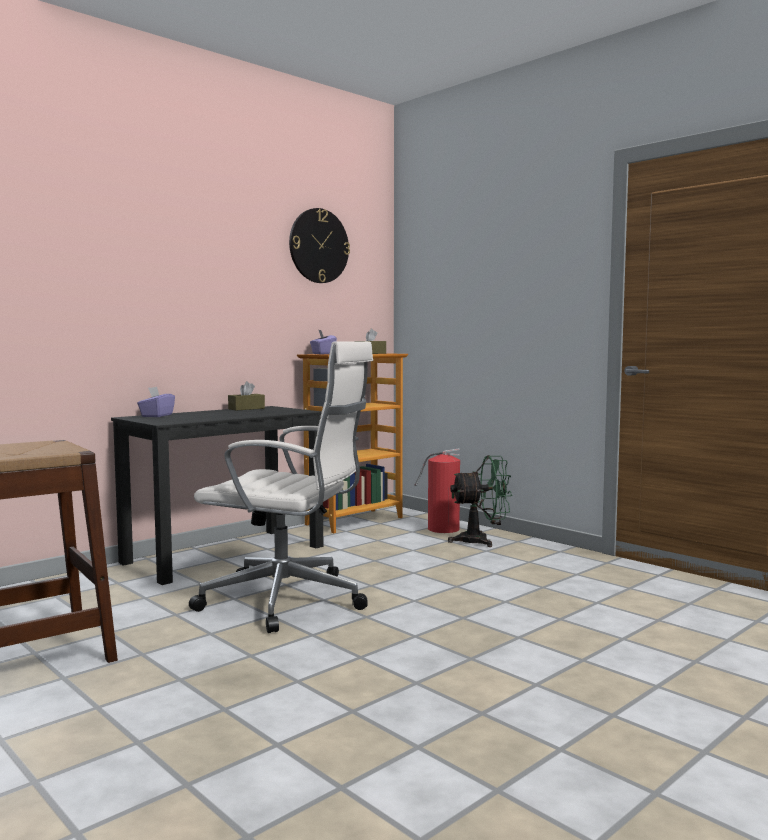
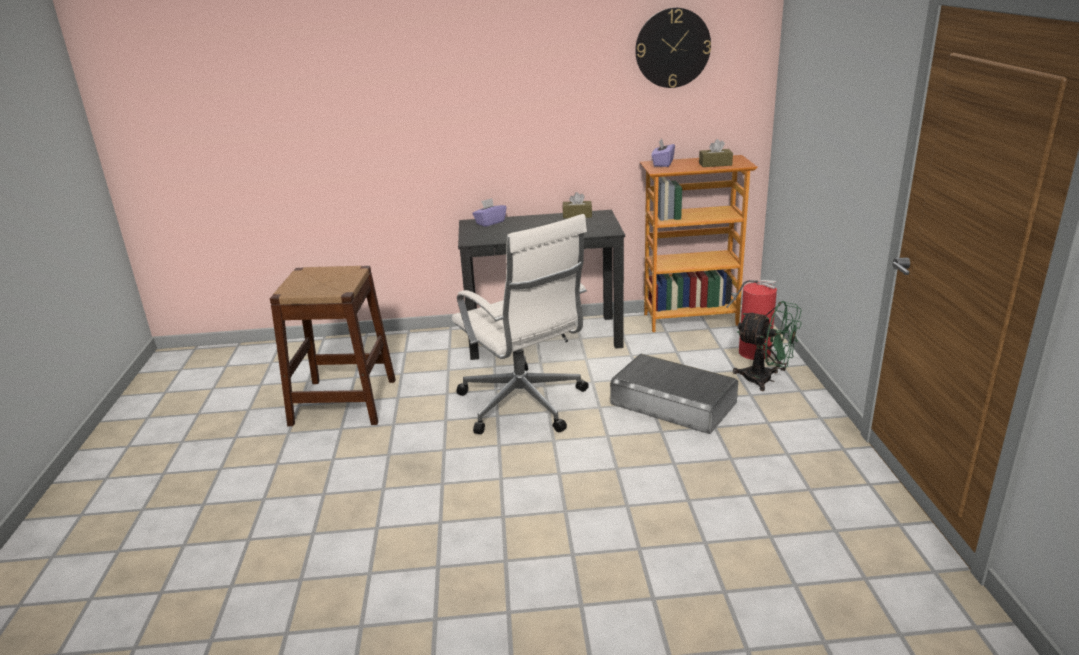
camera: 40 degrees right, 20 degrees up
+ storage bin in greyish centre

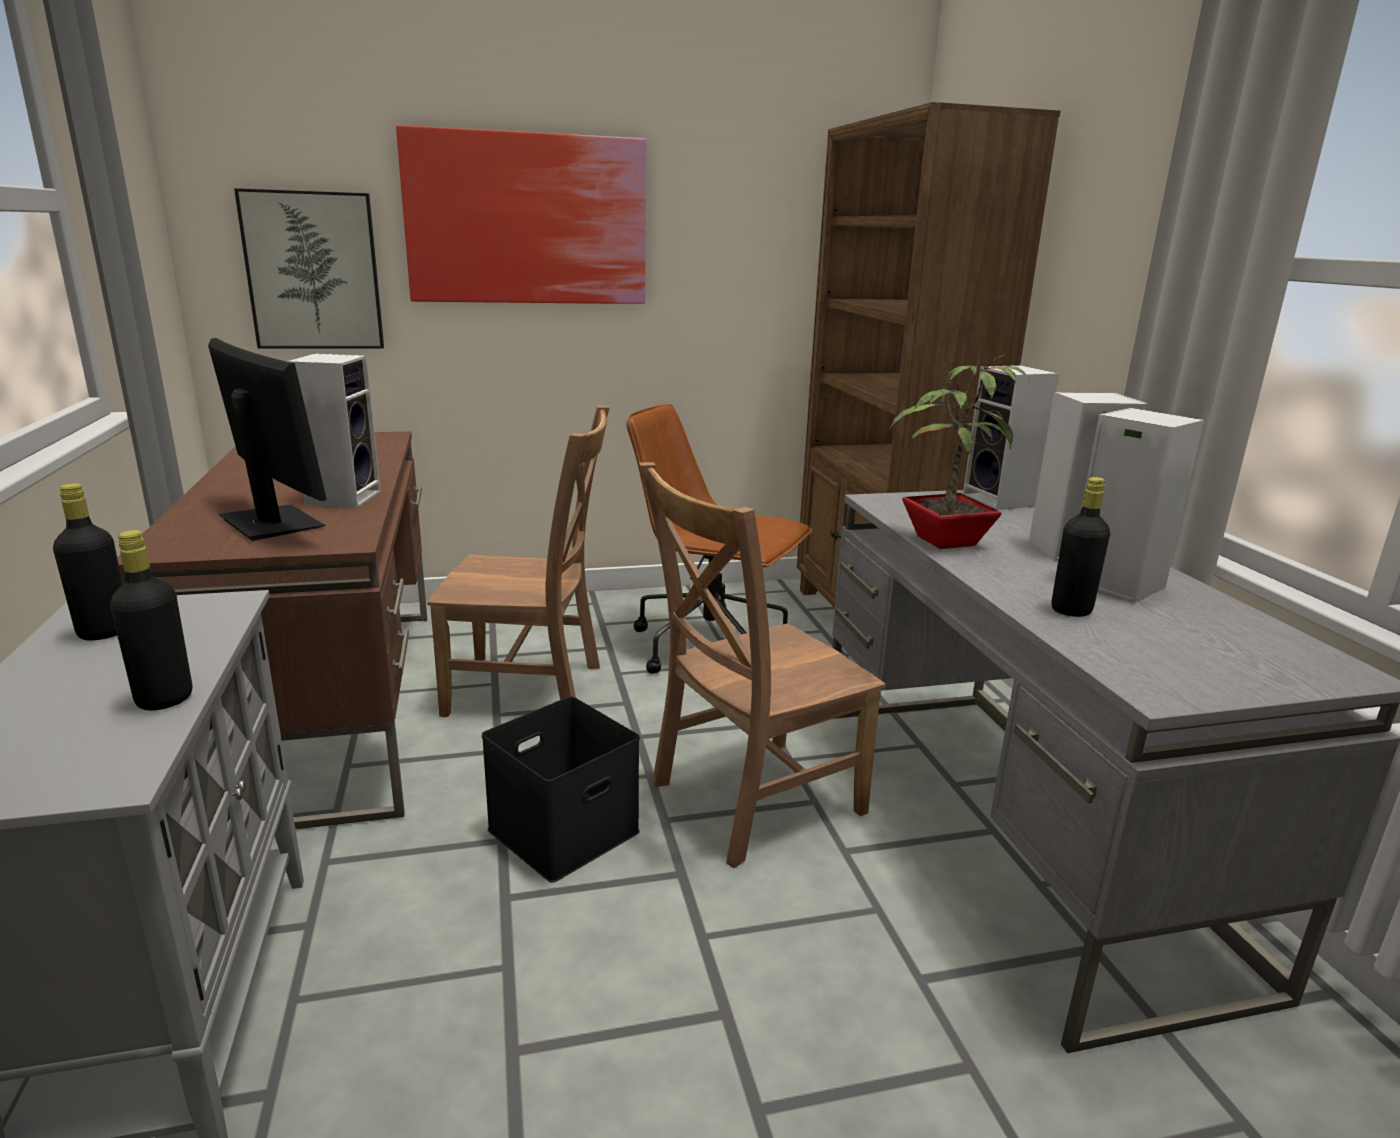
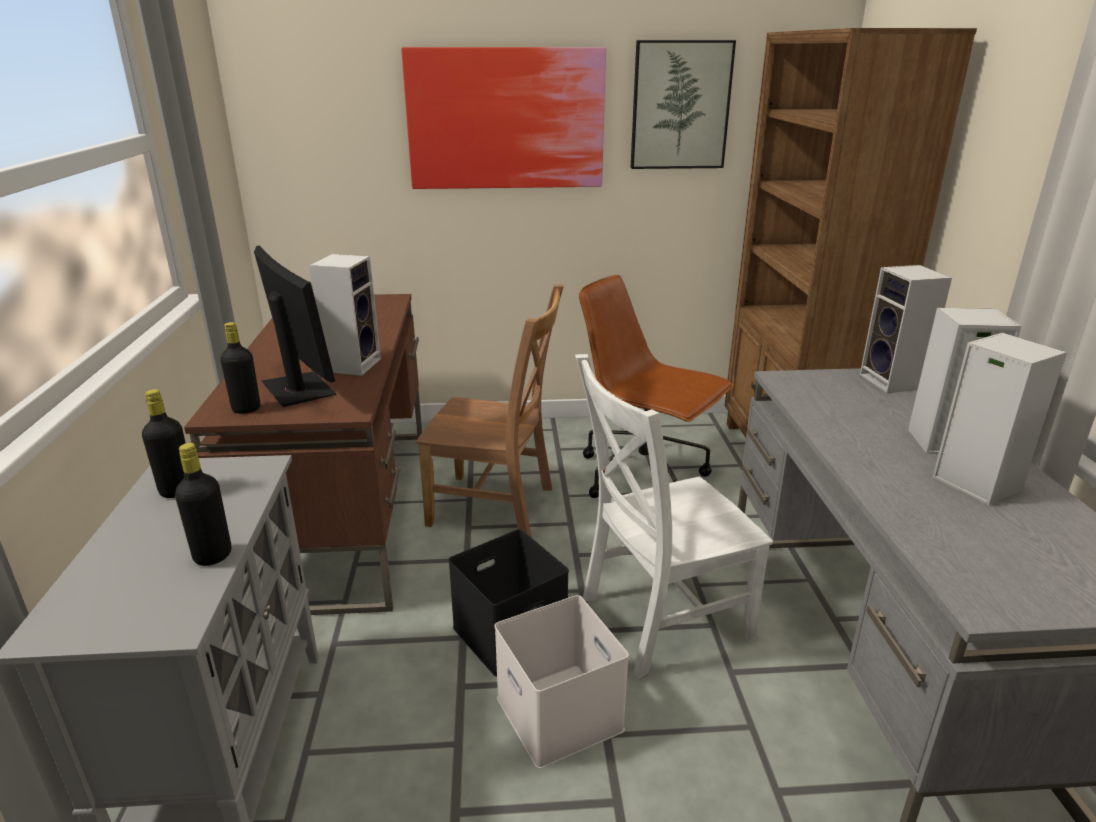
camera: 10 degrees right, 5 degrees up
~ wall picture (1st from left in the first image) top left to wall picture (2nd from left) top centre
- plant in a pot middle right
~ upright chair in brownish (2nd from left) centre to upright chair in whitish centre
~ bottle in black (3rd from left) middle right to middle left
+ storage bin in whitish bottom centre

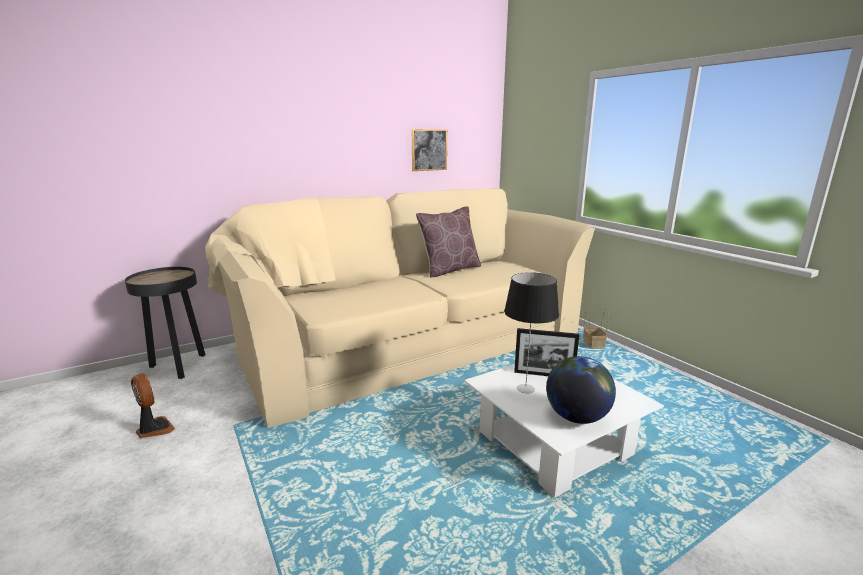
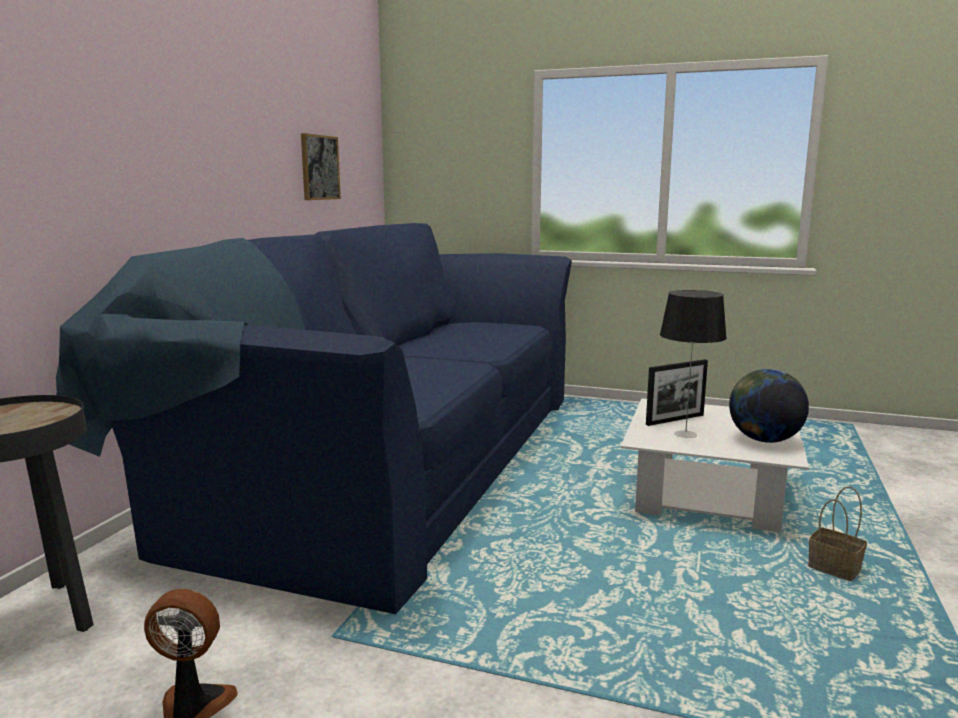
camera: 40 degrees left, 5 degrees down
~ sofa in beige-coloured centre to sofa in blue middle left
- throw pillow in brownish centre
~ storage basket middle right to bottom right

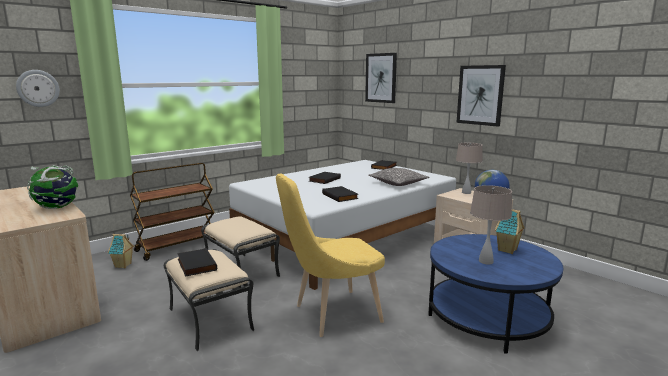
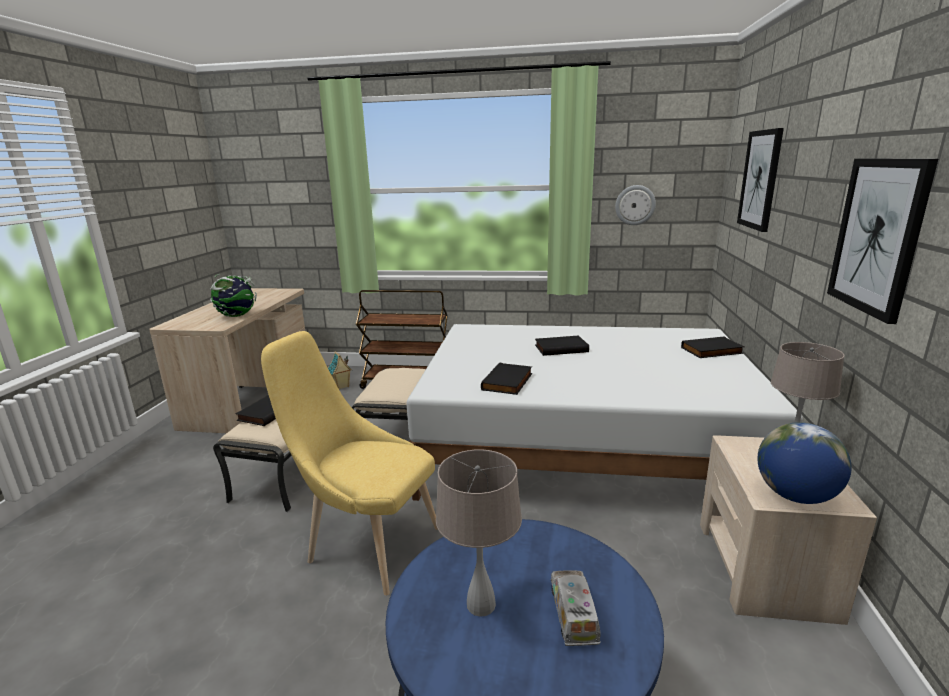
camera: 50 degrees right, 5 degrees up
~ wall clock top left to top right
- throw pillow centre
~ toy house (2nd from left) middle right to model truck bottom centre

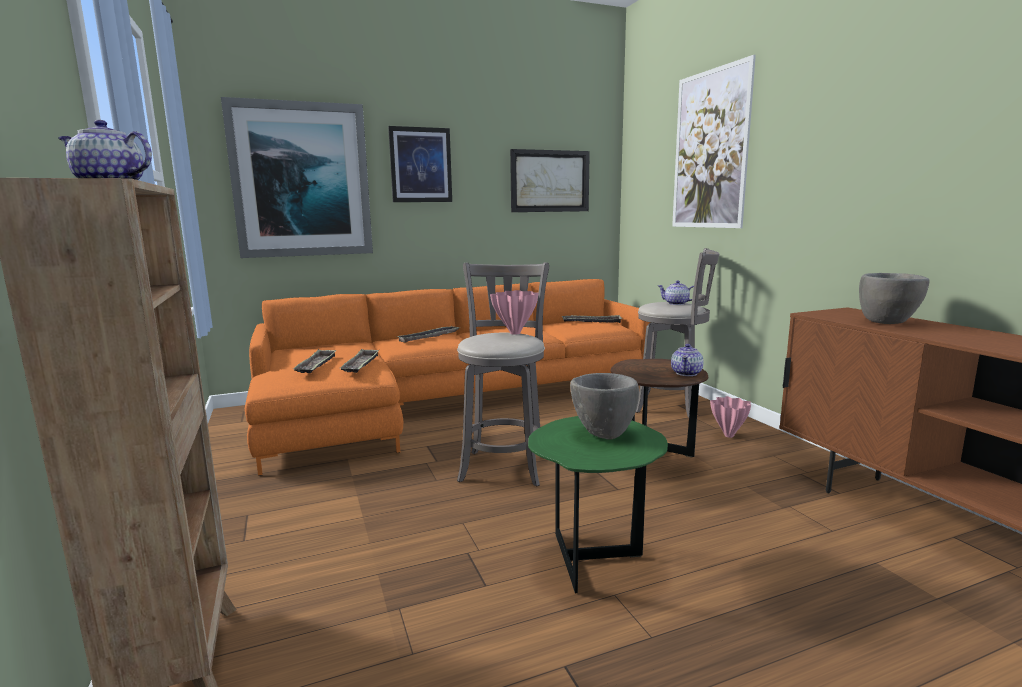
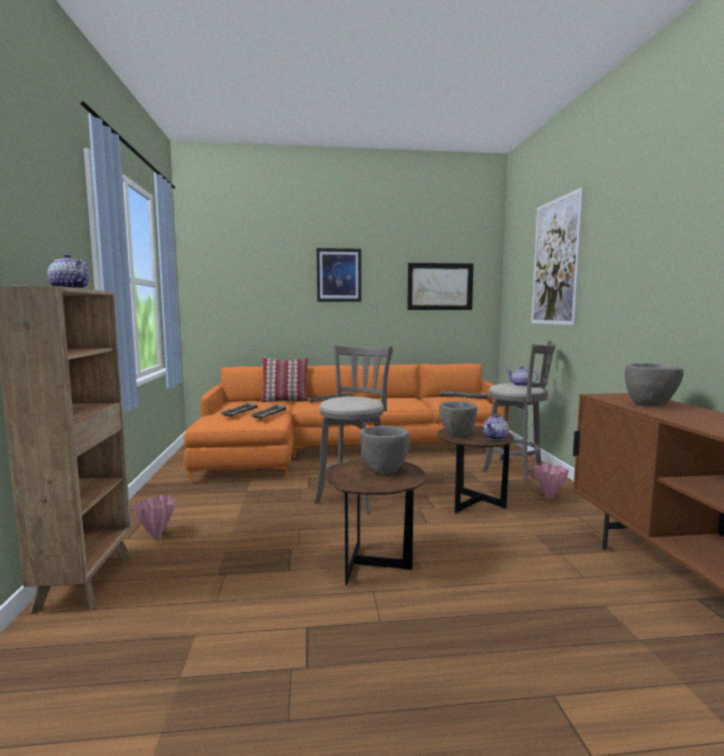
camera: 15 degrees right, 5 degrees down
- wall picture (1st from left) top left
~ decorative vase in pink-coloured (1st from left) centre to bottom left
~ accent table in green-coloured bottom centre to accent table in brownish (1st from left) bottom centre
+ throw pillow centre
+ bowl in greyish (2nd from left) centre

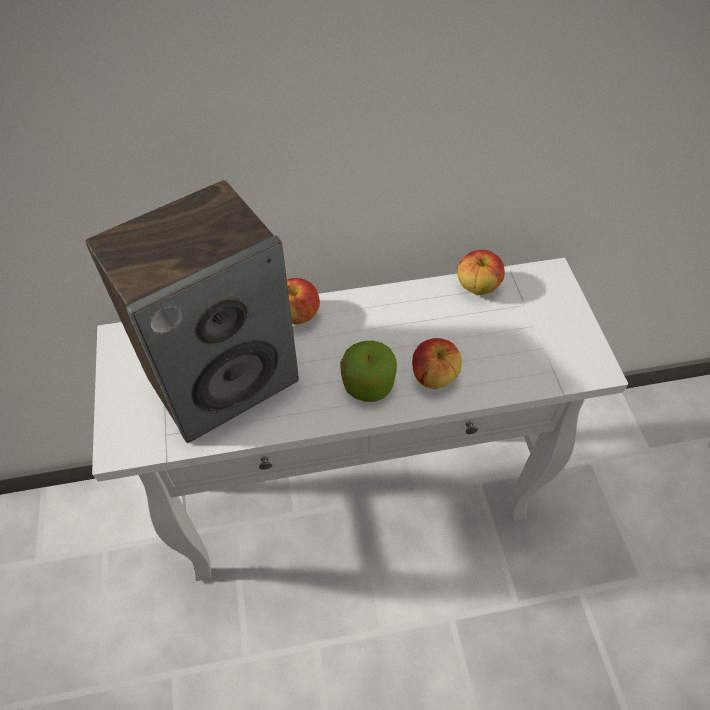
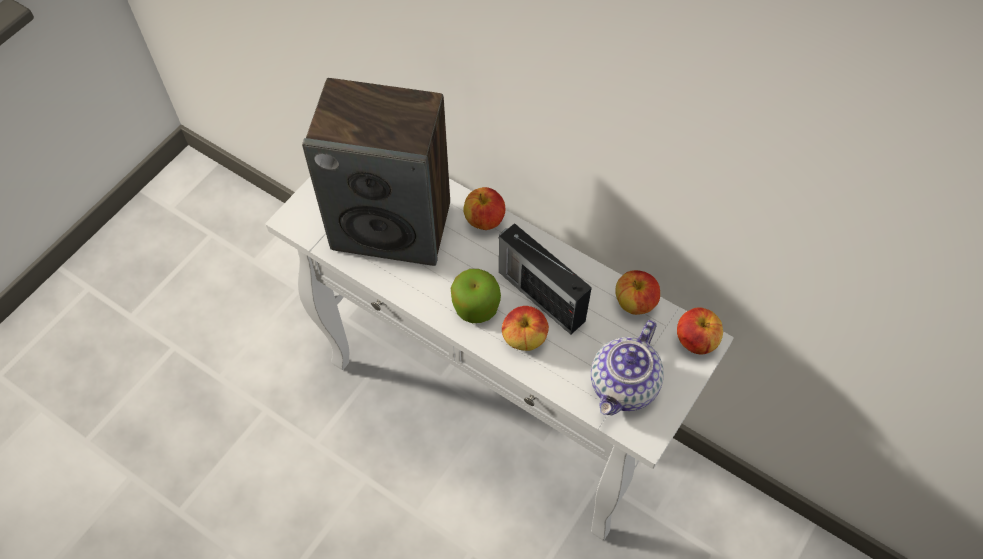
camera: 45 degrees right, 5 degrees up
+ radio set centre
+ apple fruit (5th from left) middle right
+ tea pot centre

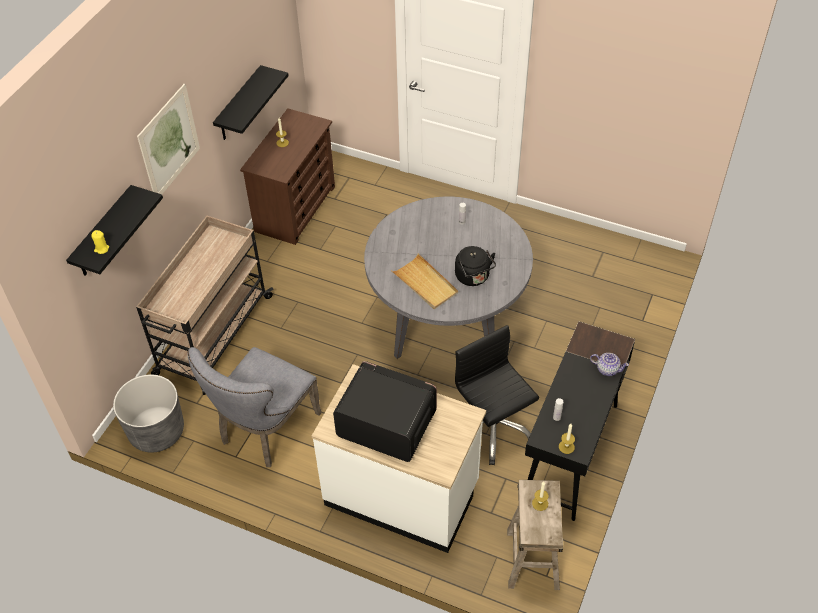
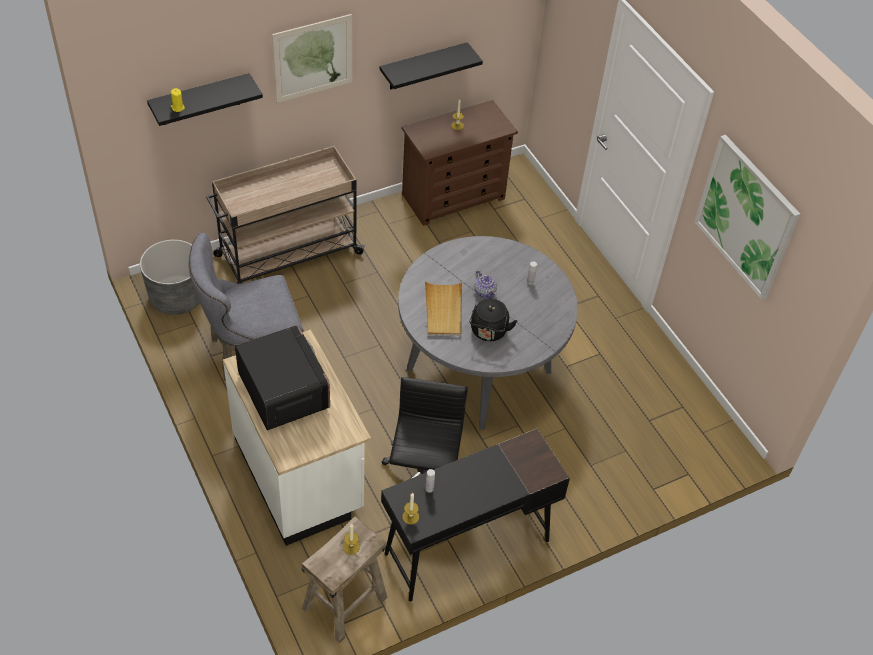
camera: 35 degrees right, 0 degrees up
~ tea pot middle right to centre
+ wall picture (2nd from left) top right

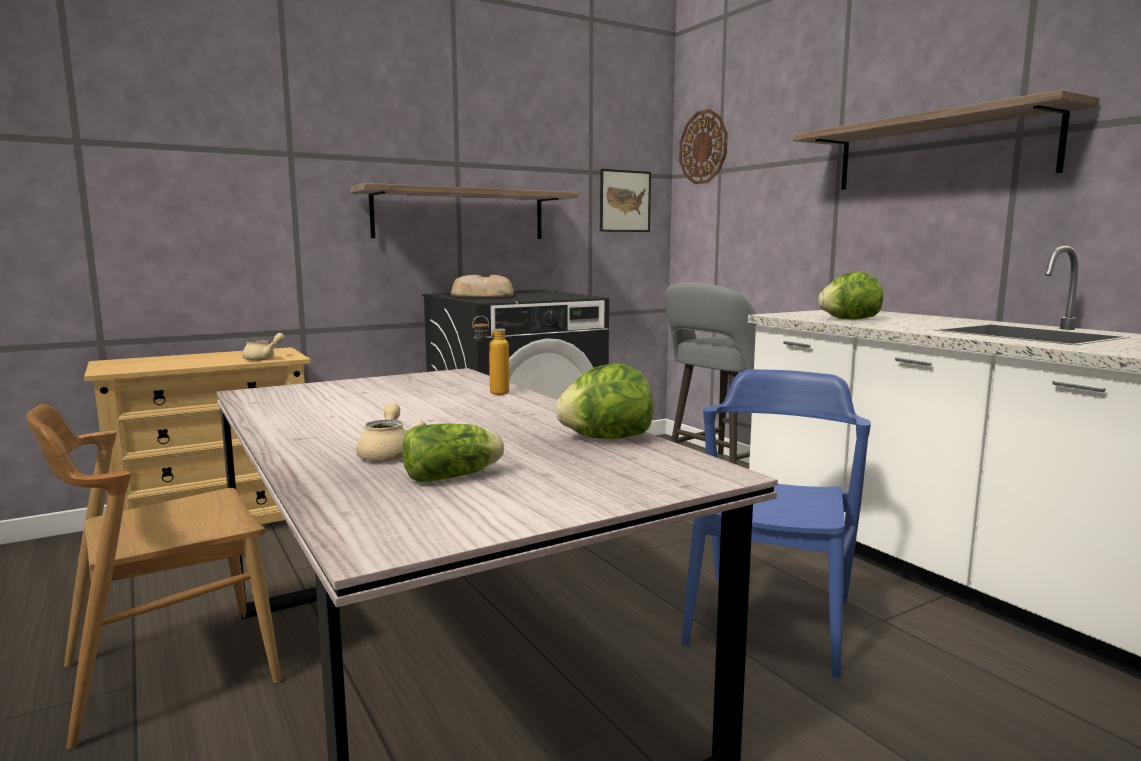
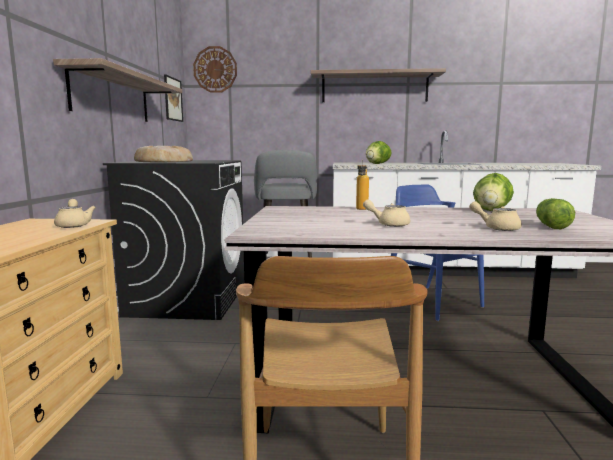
camera: 55 degrees left, 0 degrees up
+ tea pot in beige-coloured (2nd from left) centre

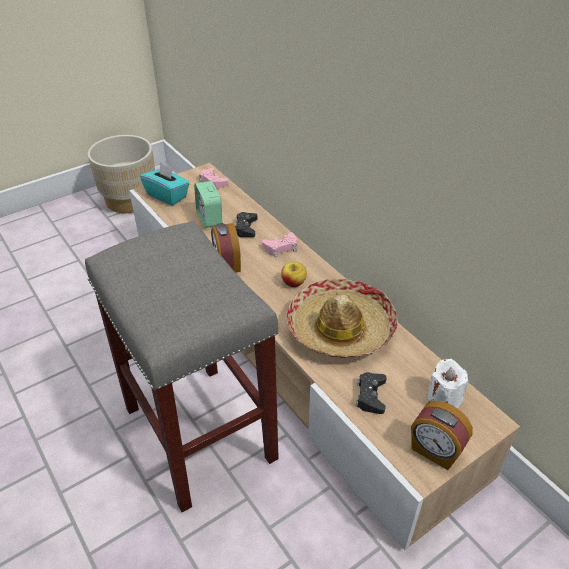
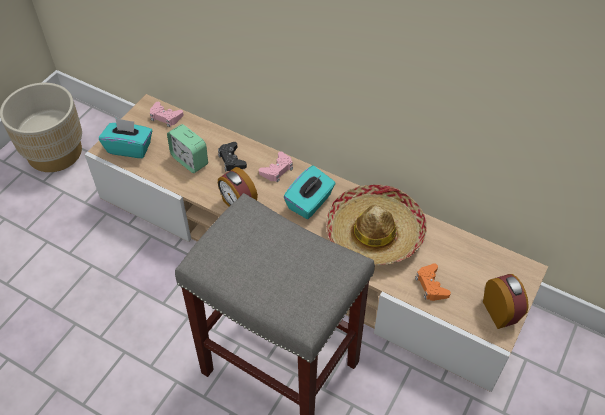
camera: 25 degrees left, 10 degrees up
~ apple fruit centre to tissue box in turquoise (2nd from left) centre
- wax candle in whitish bottom right
~ gamepad in black (2nd from left) bottom centre to gamepad in orangey bottom right
~ table clock (3rd from left) bottom right = bottom right 120 degrees counterclockwise

